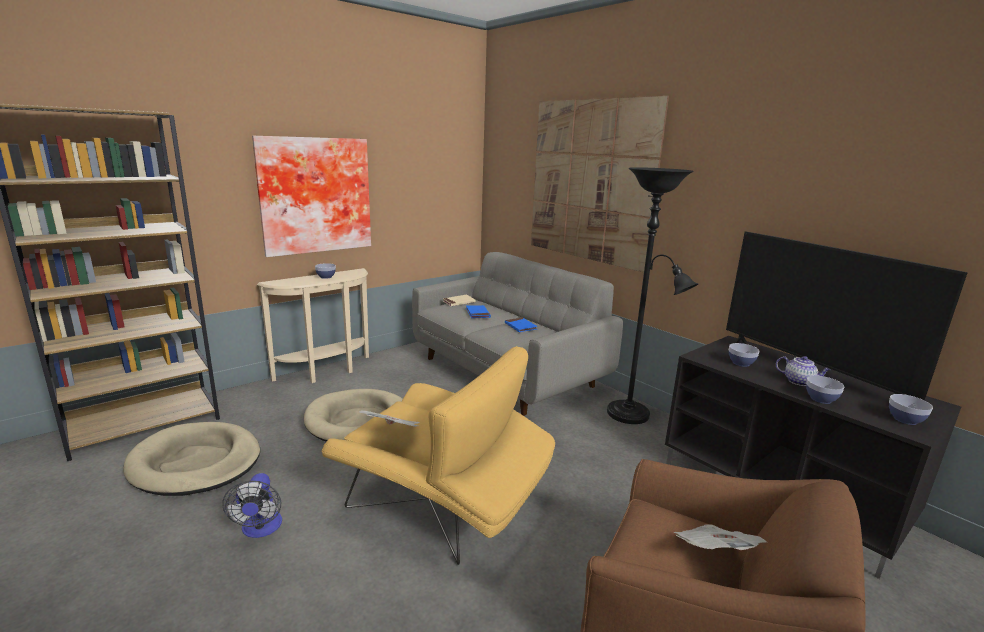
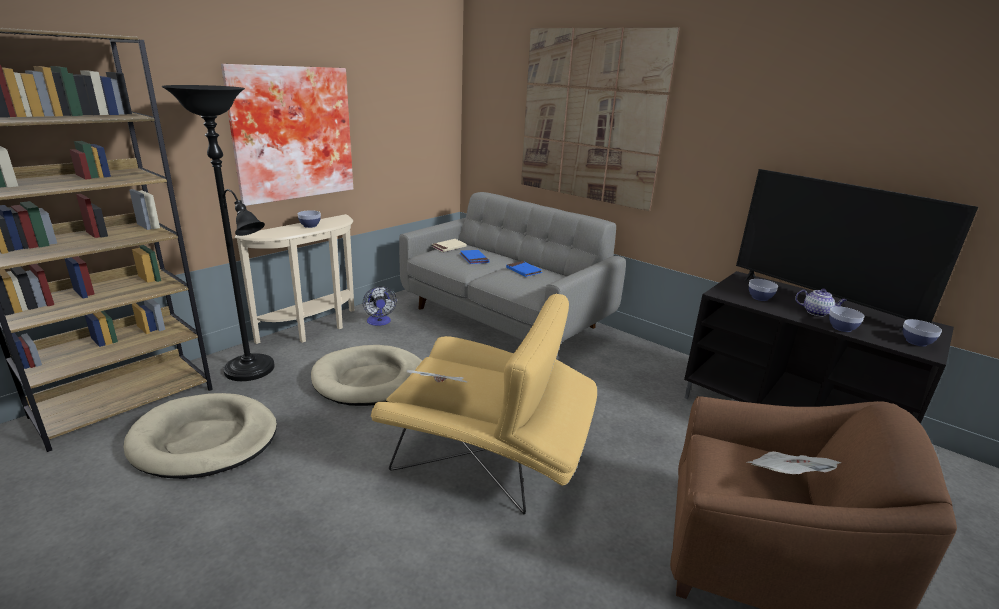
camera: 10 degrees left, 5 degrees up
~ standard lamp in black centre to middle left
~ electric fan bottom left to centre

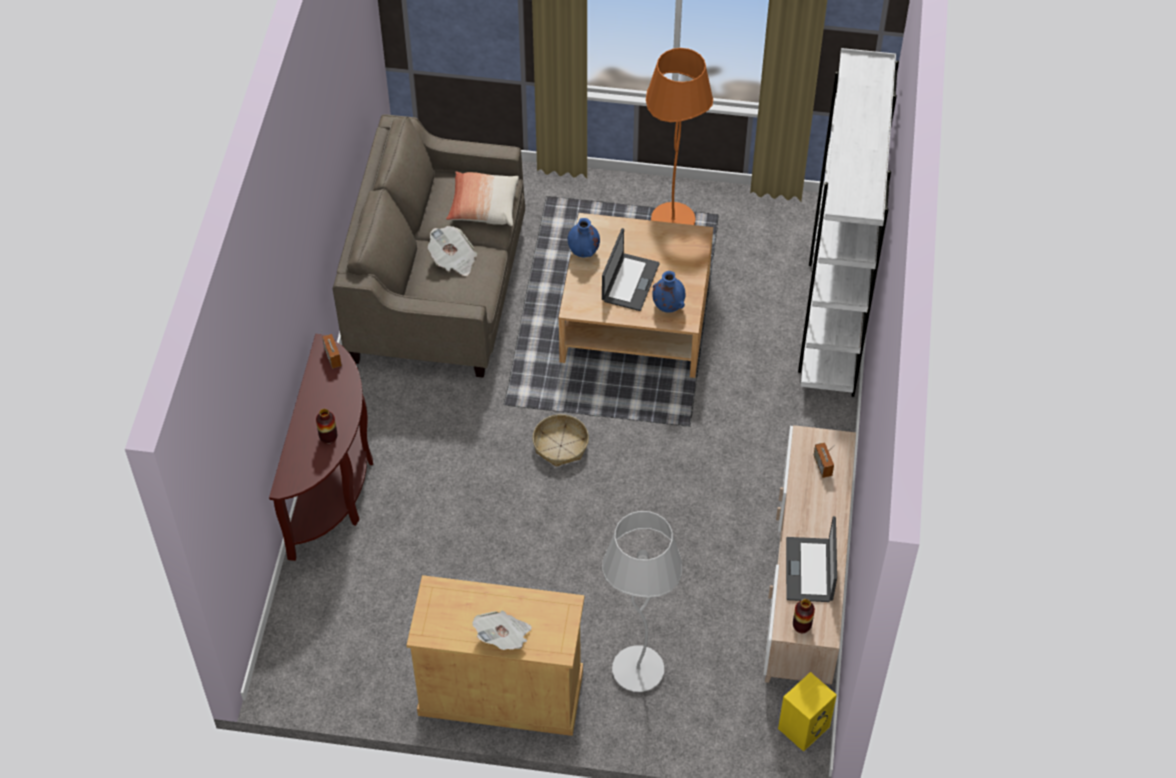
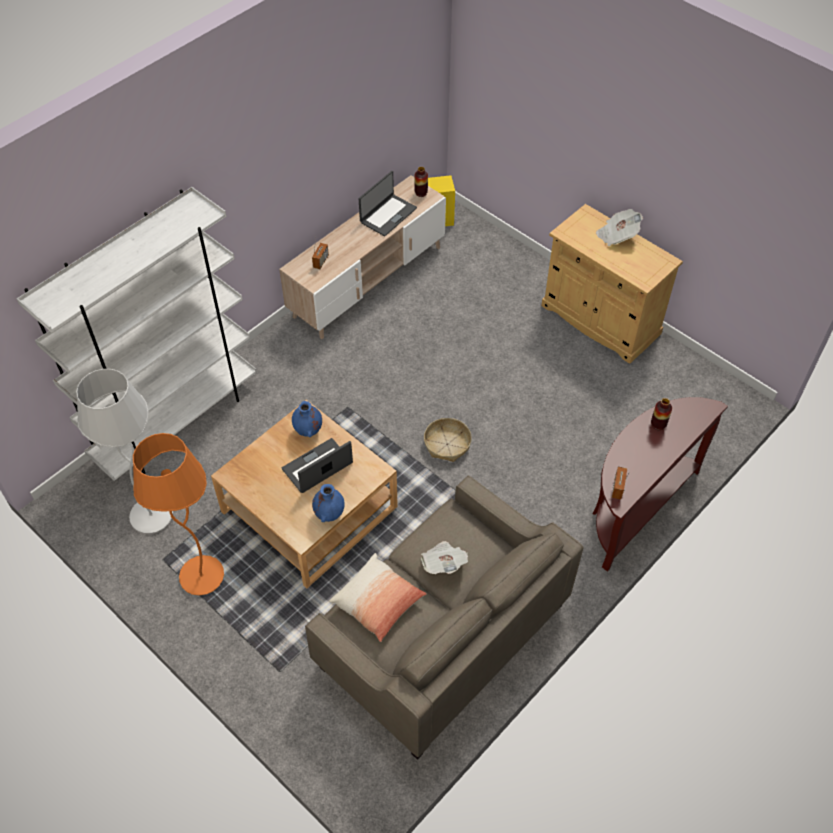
camera: 145 degrees left, 0 degrees up
~ standard lamp in whitish bottom centre to middle left

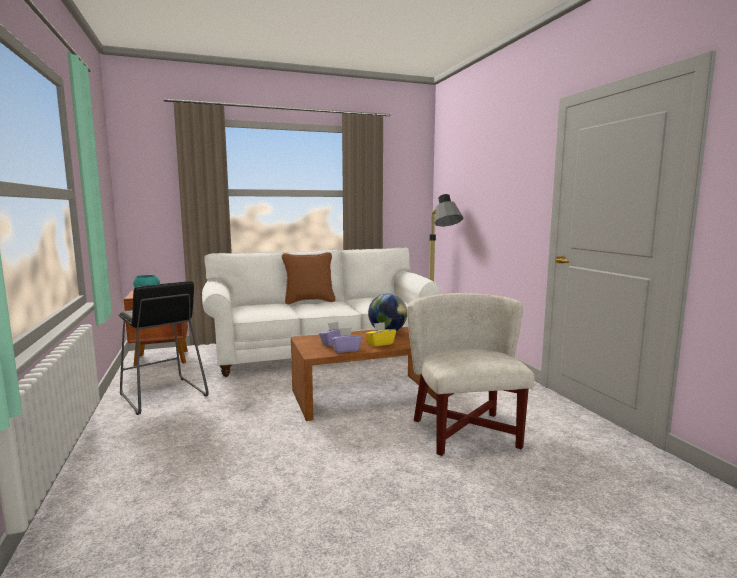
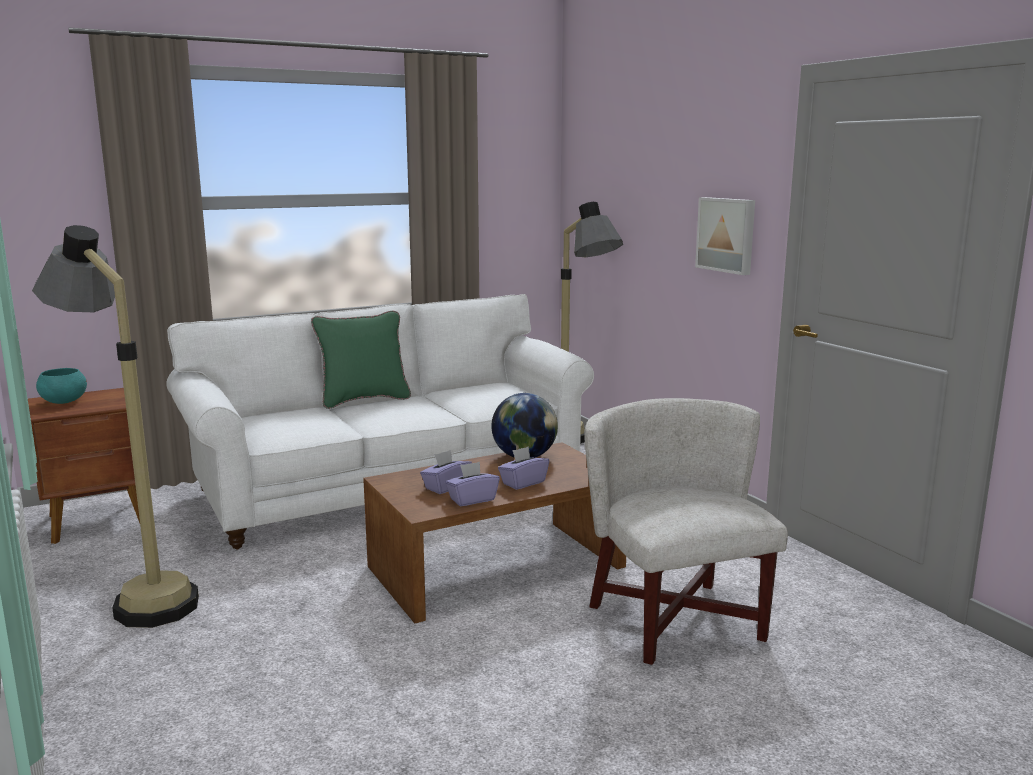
camera: 10 degrees left, 5 degrees up
~ throw pillow in brownish centre to throw pillow in green-coloured centre
~ stool in black middle left to standard lamp (1st from left) middle left
~ tissue box in yellowish centre to tissue box in purplish (3rd from left) centre
+ wall picture top right

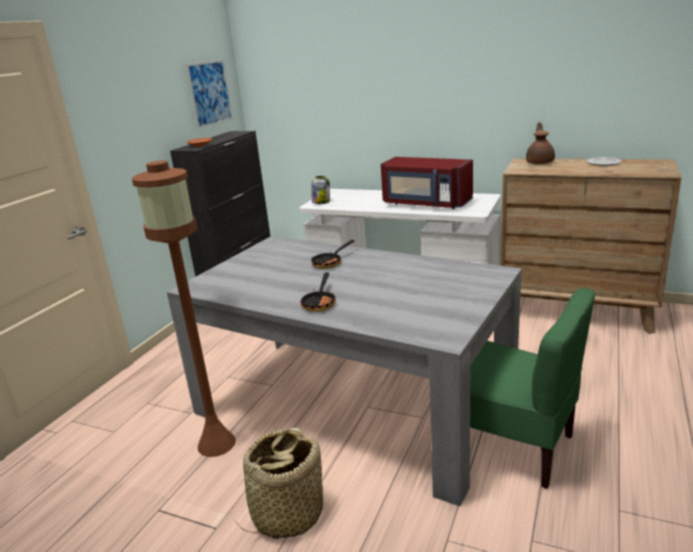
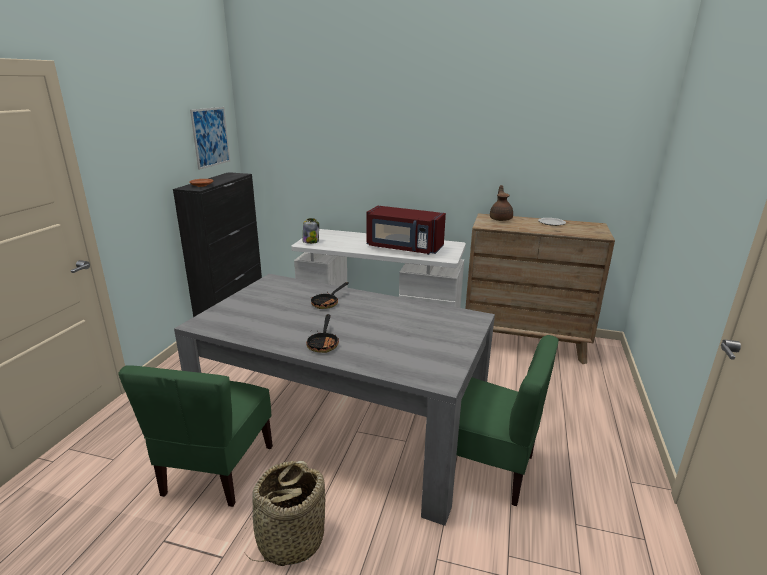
camera: 10 degrees left, 0 degrees up
~ standard lamp in brownish middle left to upright chair in green-coloured (1st from left) bottom left

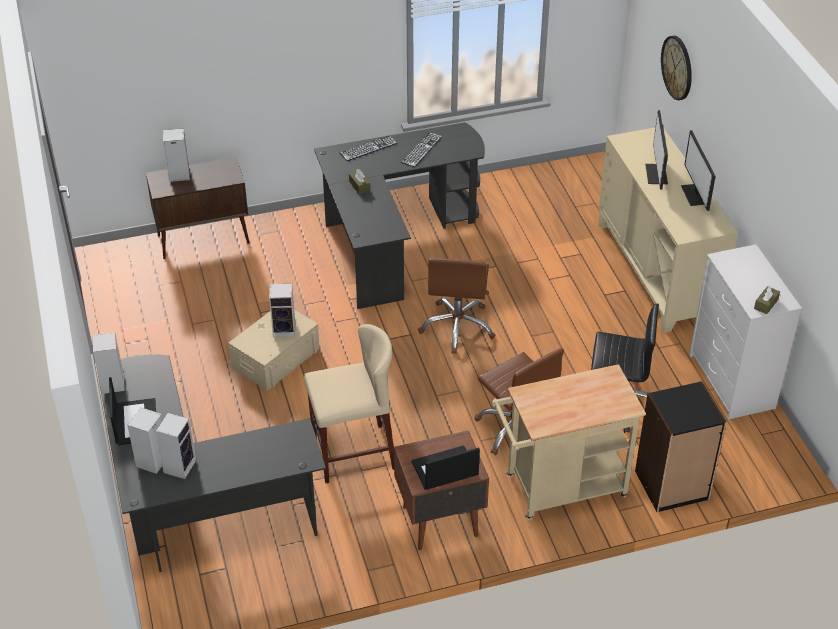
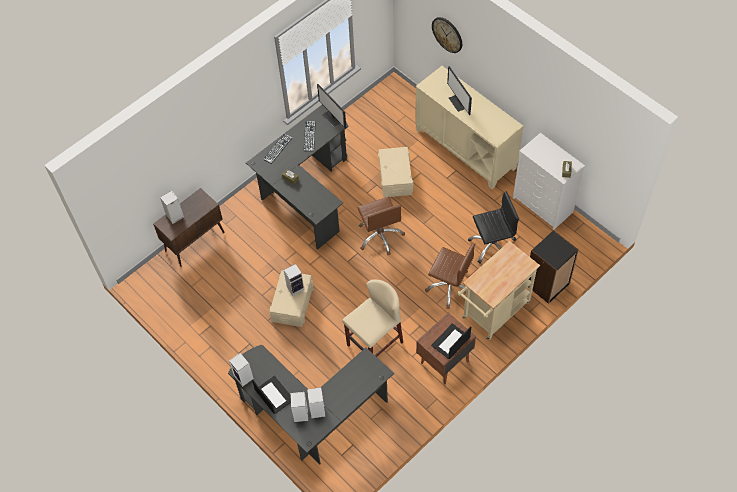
camera: 25 degrees left, 15 degrees up
~ computer screen (2nd from left in the first image) top right to computer screen (1st from left) top centre
+ storage bin in beige-coloured (2nd from left) centre

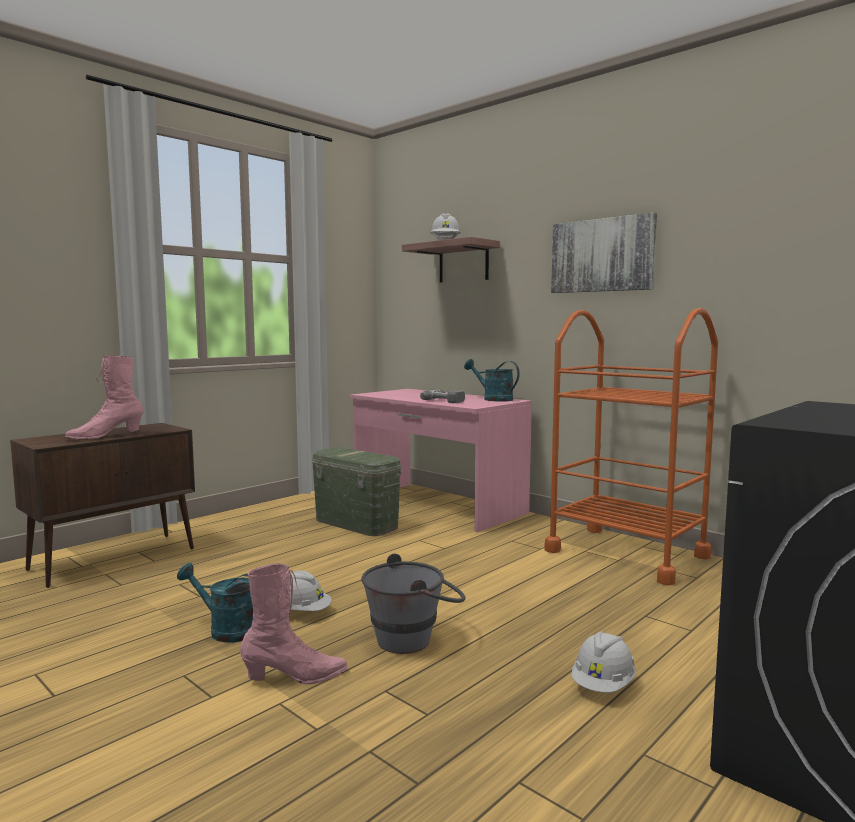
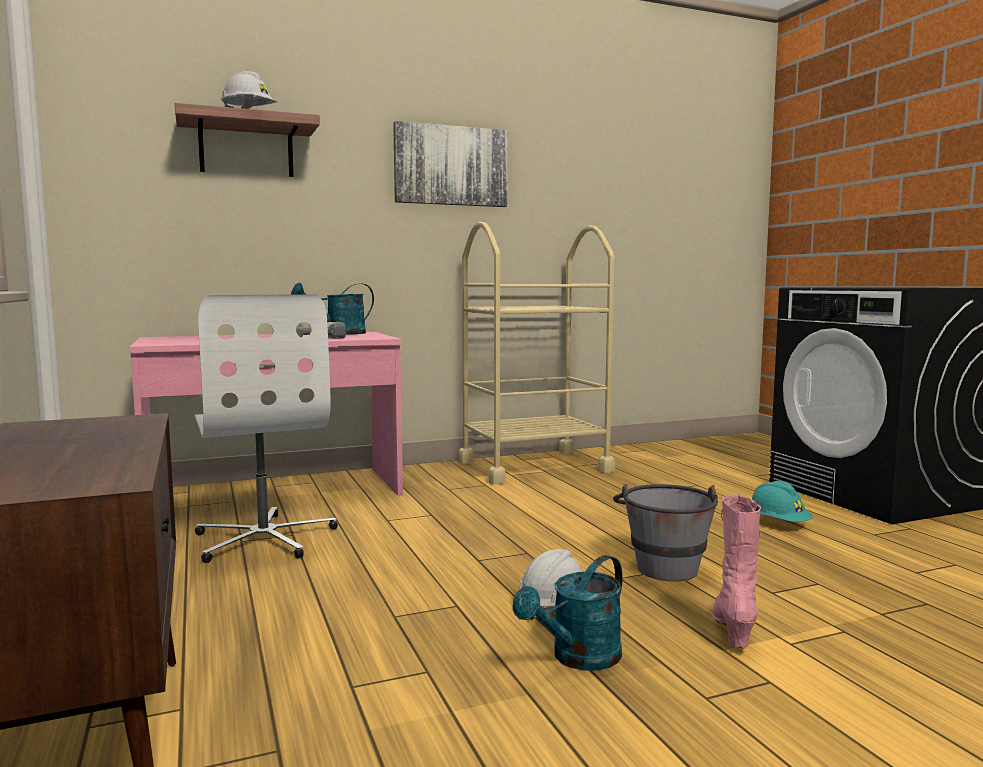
camera: 65 degrees left, 0 degrees up
~ cart in orangey middle right to cart in beige-coloured centre
- tall boot in pink-coloured (1st from left) middle left
~ storage bin in green-coloured centre to computer chair in whitish middle left
~ hard hat in whitish (3rd from left) bottom right to hard hat in turquoise middle right

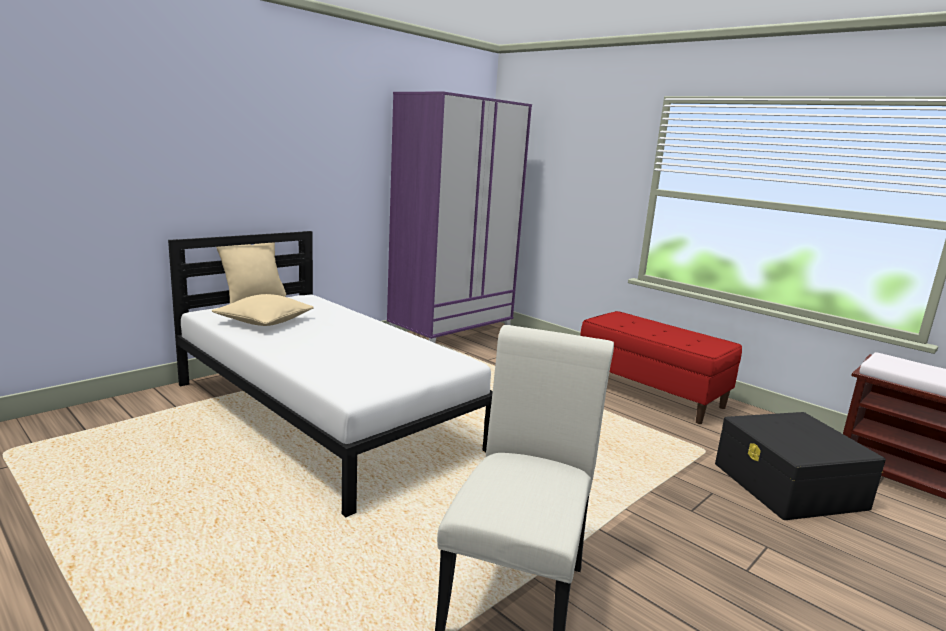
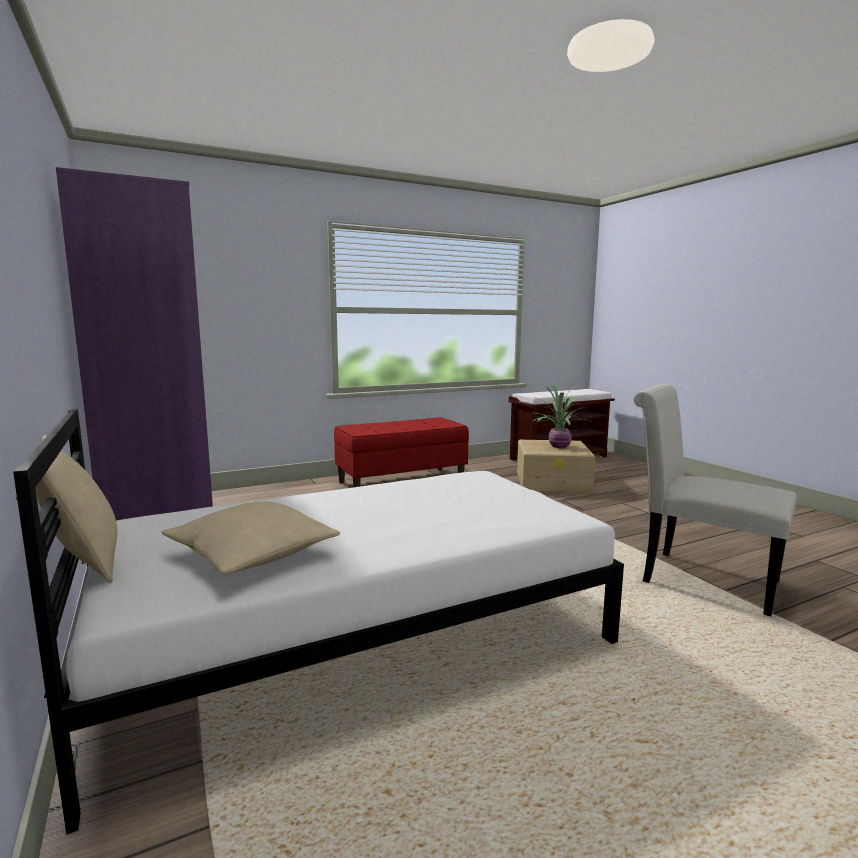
camera: 70 degrees left, 5 degrees down
~ storage bin in black bottom right to storage bin in beige-coloured centre
+ plant in a pot centre

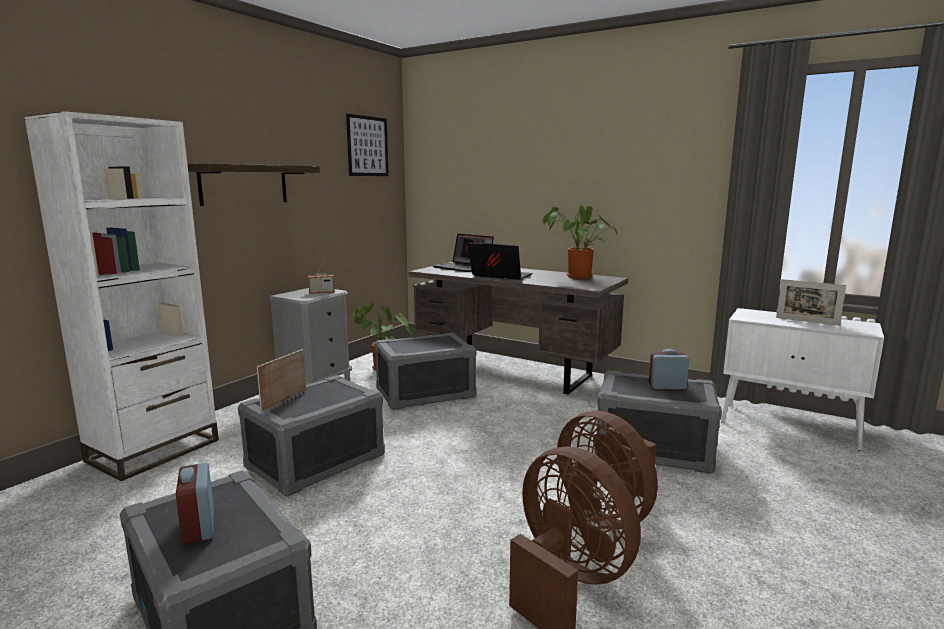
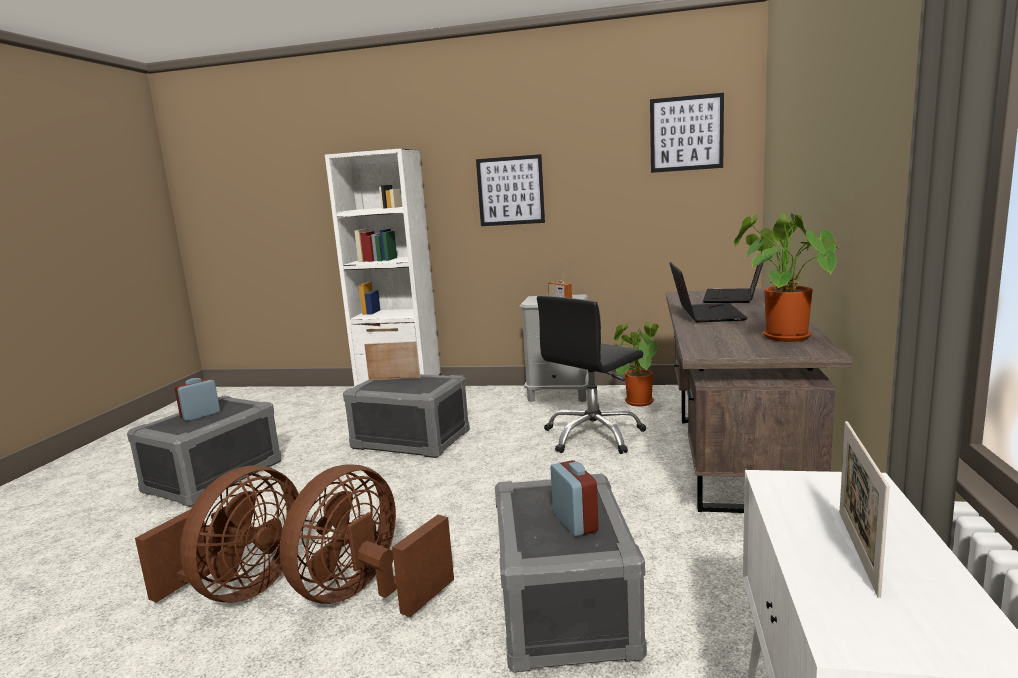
camera: 70 degrees right, 0 degrees up
~ bracket shelf top left to wall picture (1st from left) top centre
~ storage bin in greyish (3rd from left) centre to computer chair in black centre

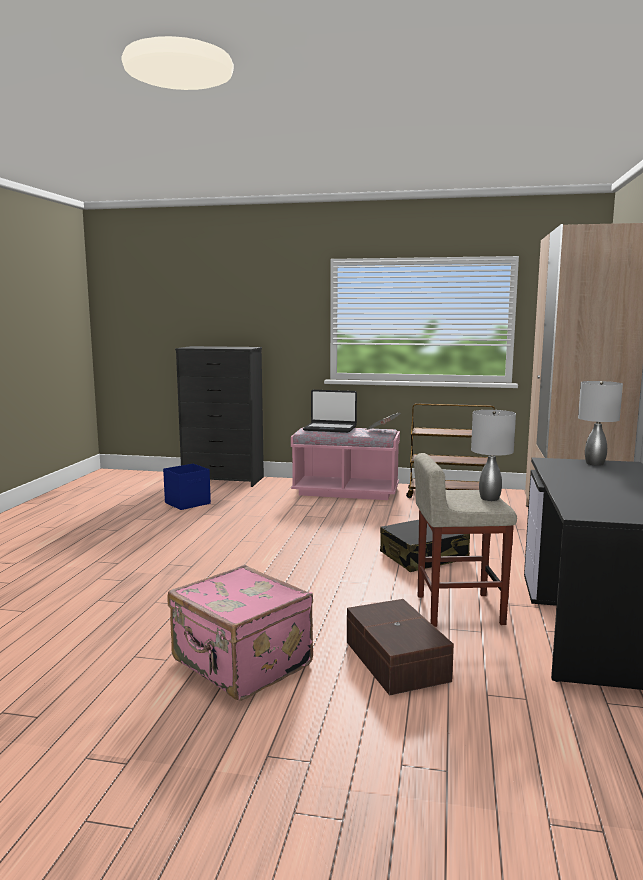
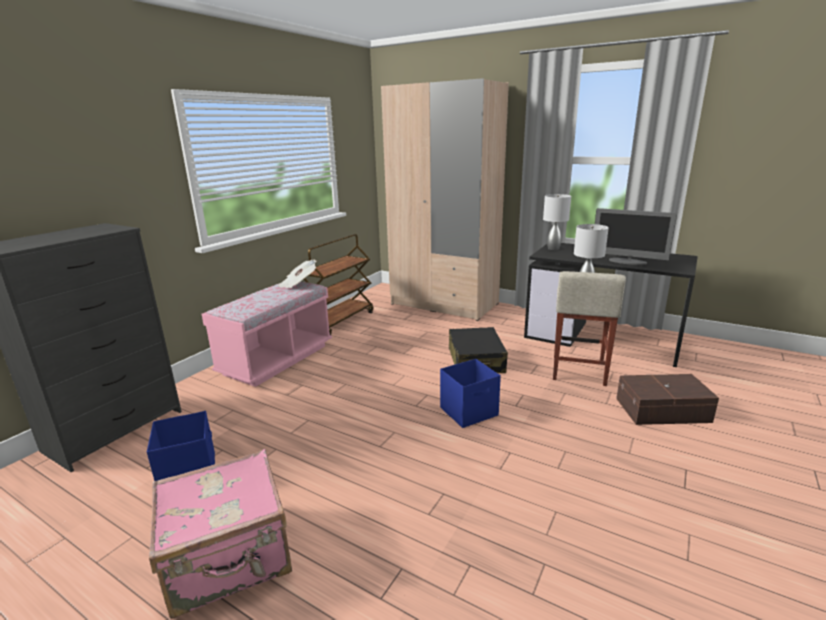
camera: 70 degrees left, 10 degrees up
- notebook computer centre
~ suitcase in pink-coloured bottom centre to bottom left
+ computer screen middle right
+ storage bin in blue (2nd from left) centre

